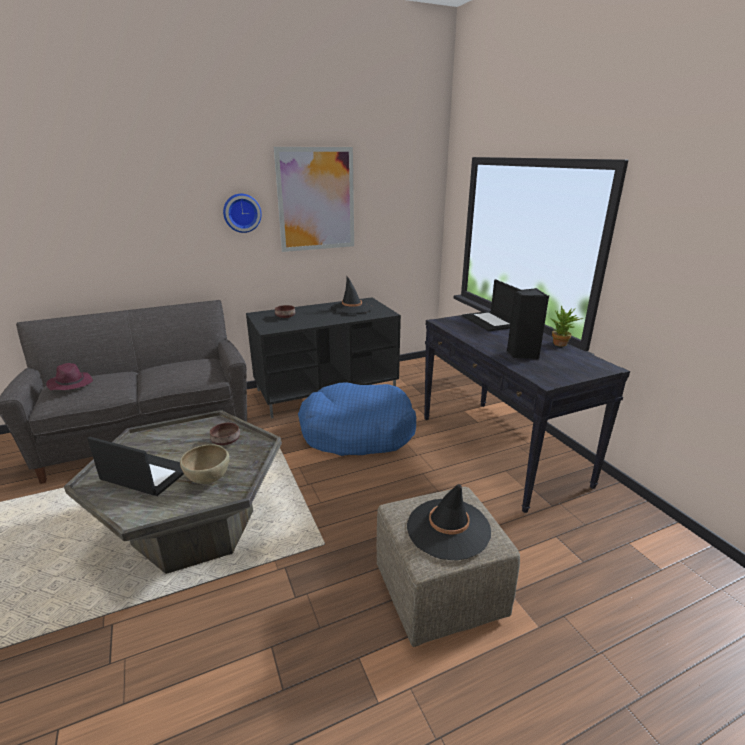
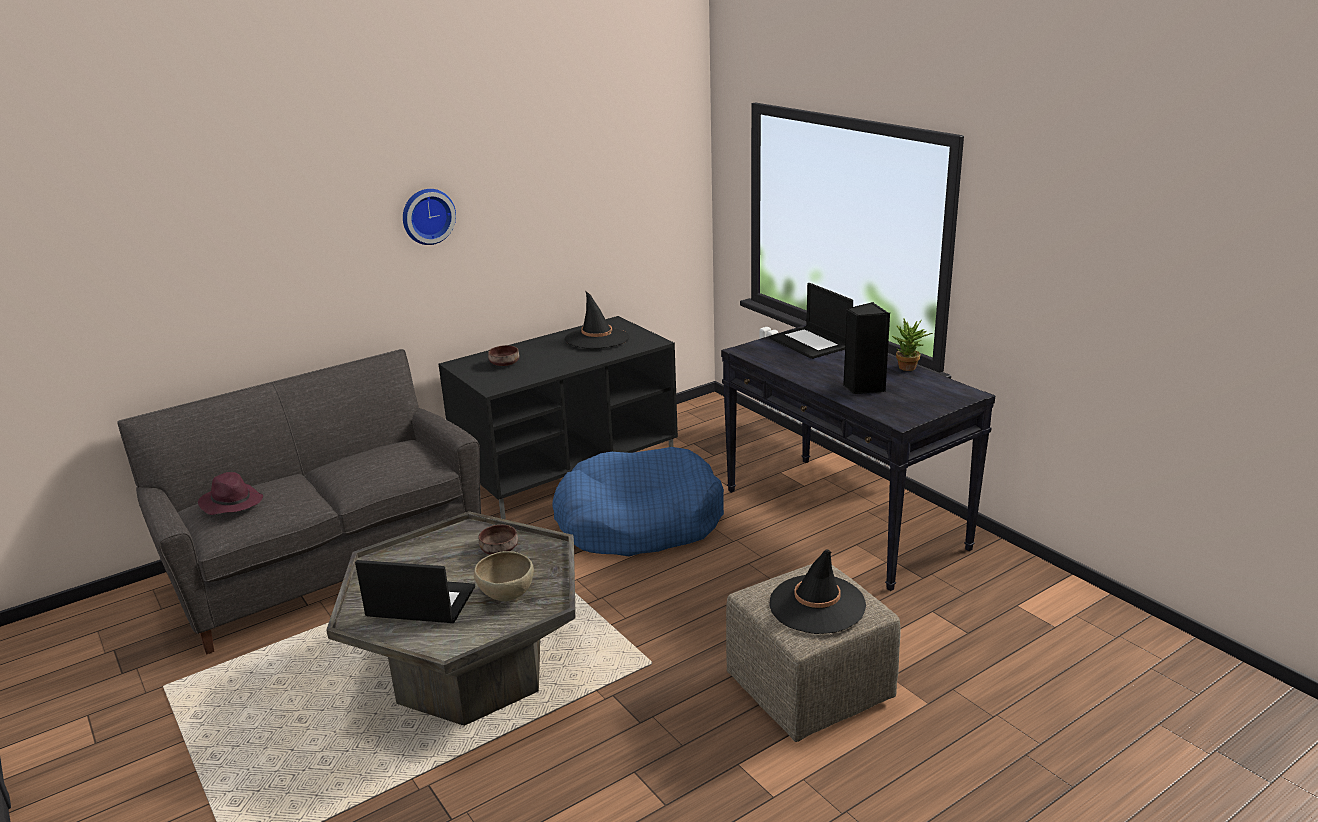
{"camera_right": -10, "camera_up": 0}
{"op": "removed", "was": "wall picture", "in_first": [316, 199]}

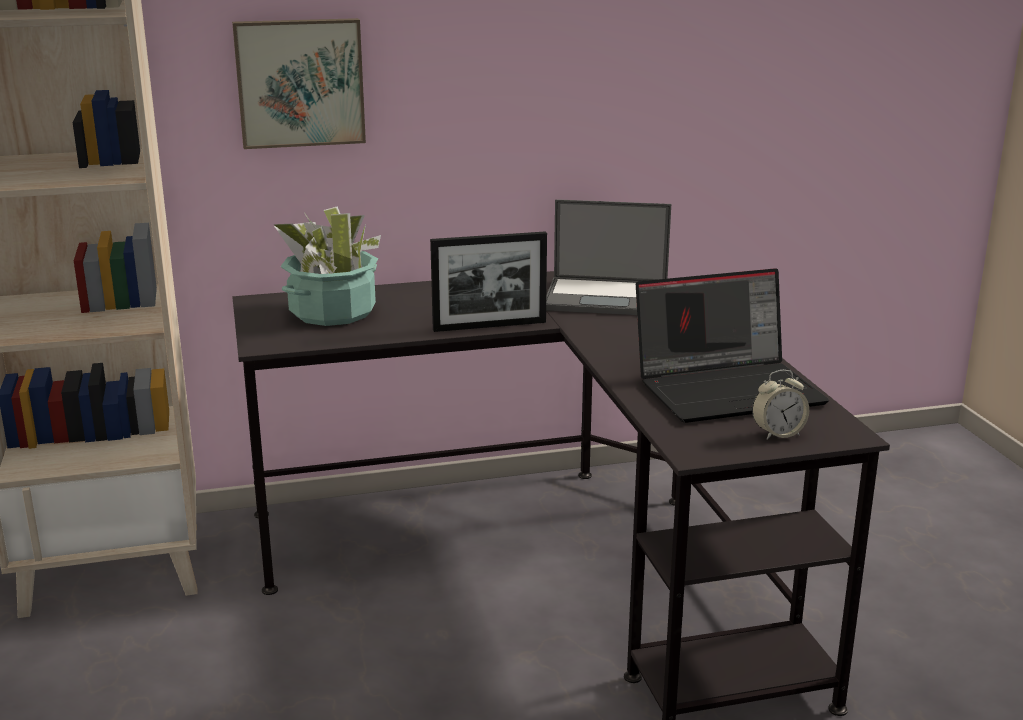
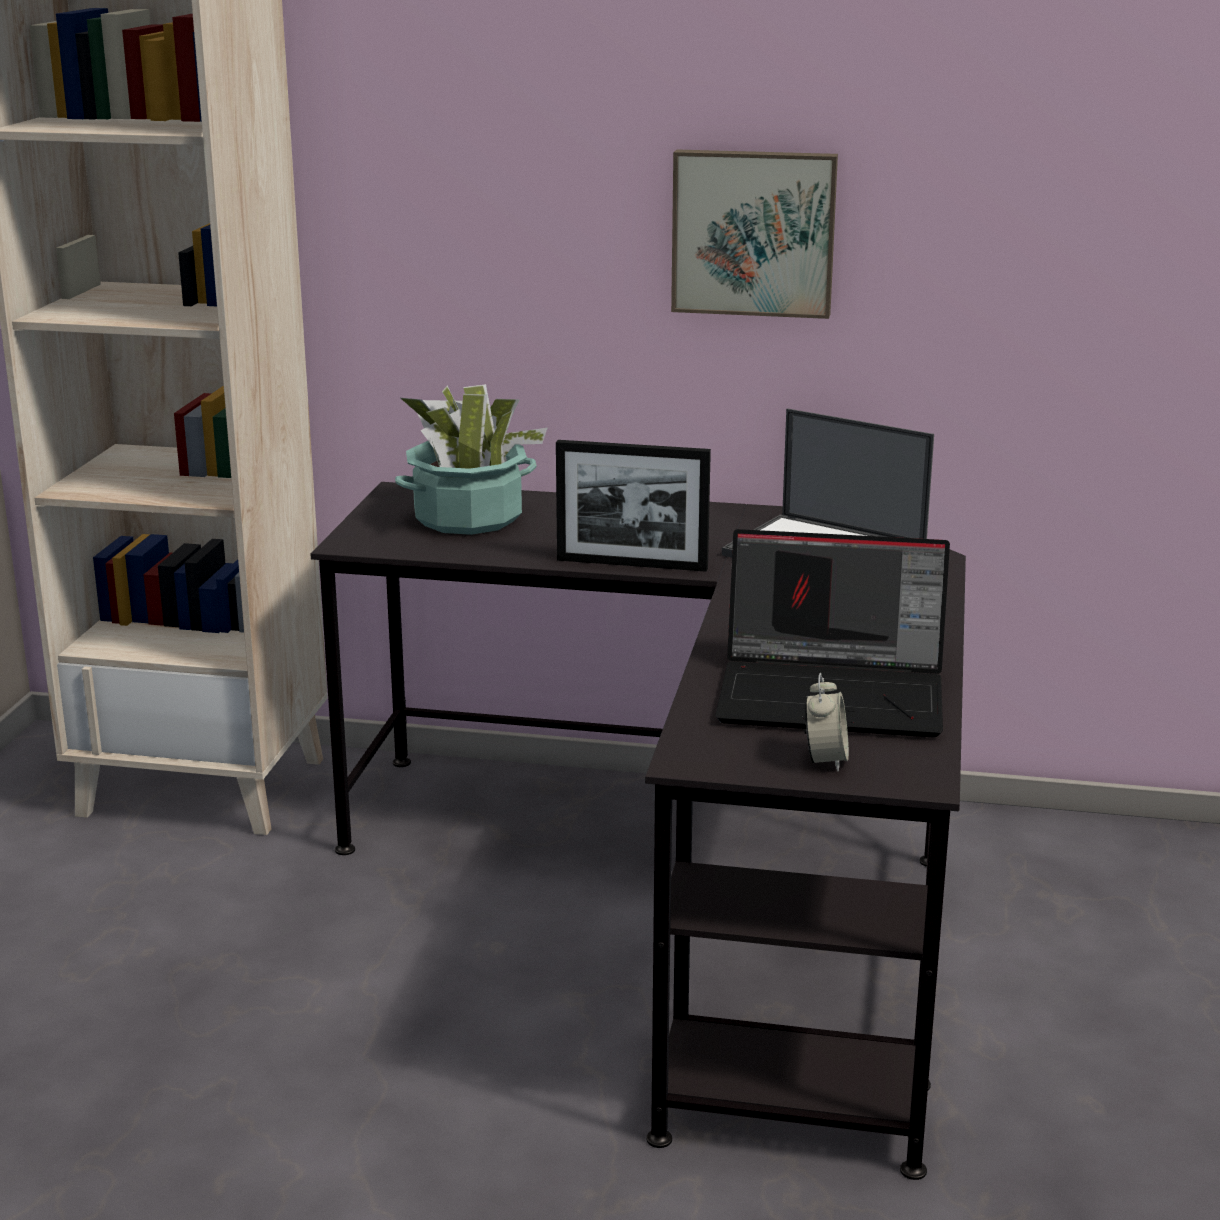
{"camera_right": 25, "camera_up": 0}
{"op": "moved", "was": "wall picture", "in_first": [300, 82], "in_second": [754, 232]}
{"op": "turned", "was": "table clock", "in_first": [778, 434], "in_second": [825, 760], "clockwise": -90}

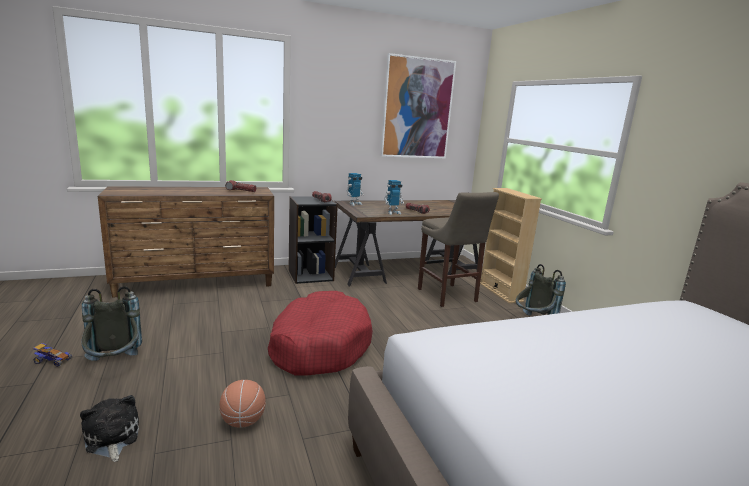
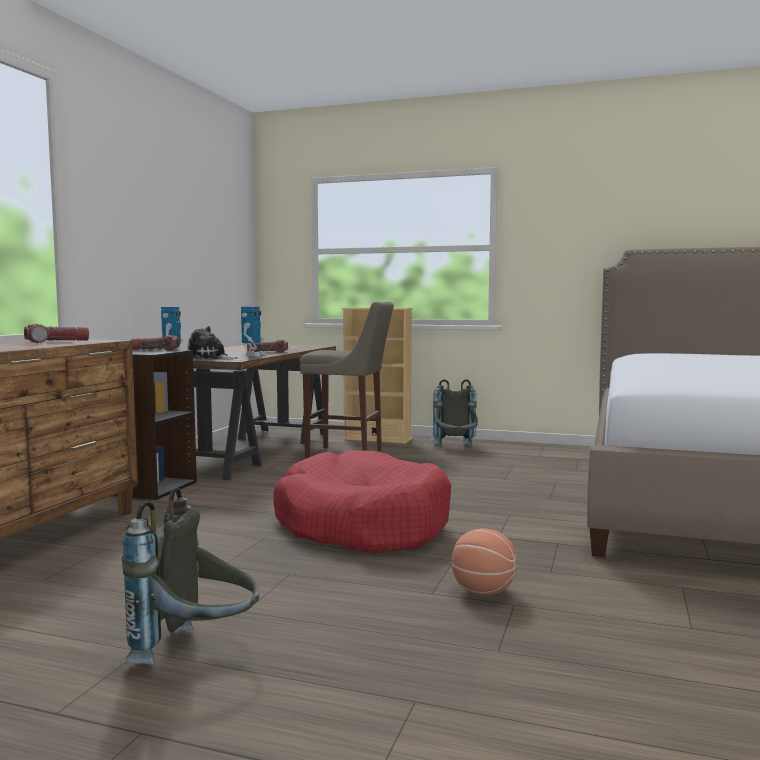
{"camera_right": -50, "camera_up": -10}
{"op": "removed", "was": "miniature car", "in_first": [52, 361]}
{"op": "removed", "was": "wall picture", "in_first": [417, 108]}
{"op": "moved", "was": "plush toy", "in_first": [111, 438], "in_second": [210, 358]}

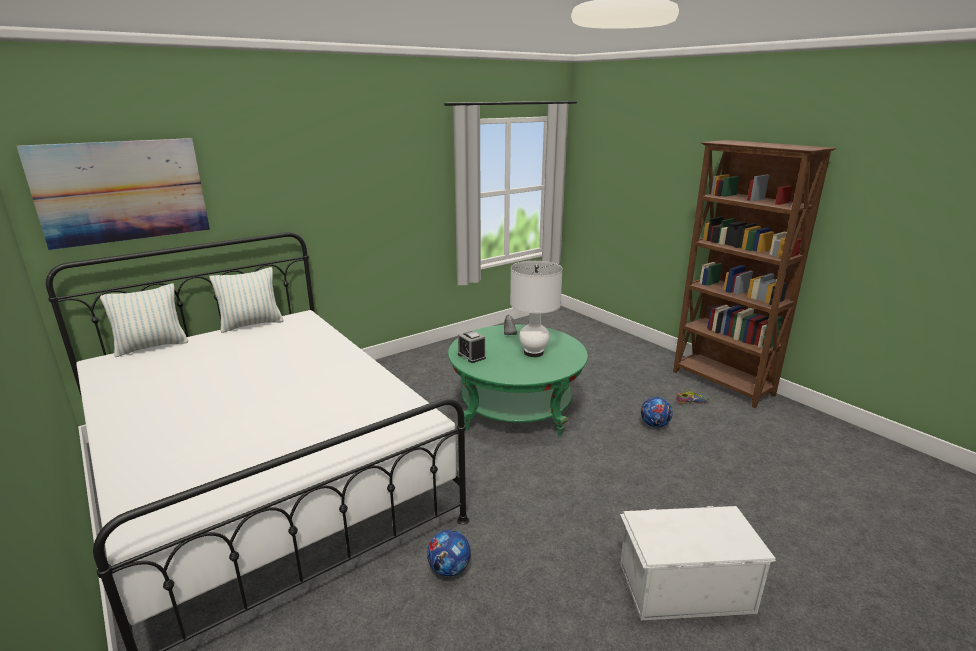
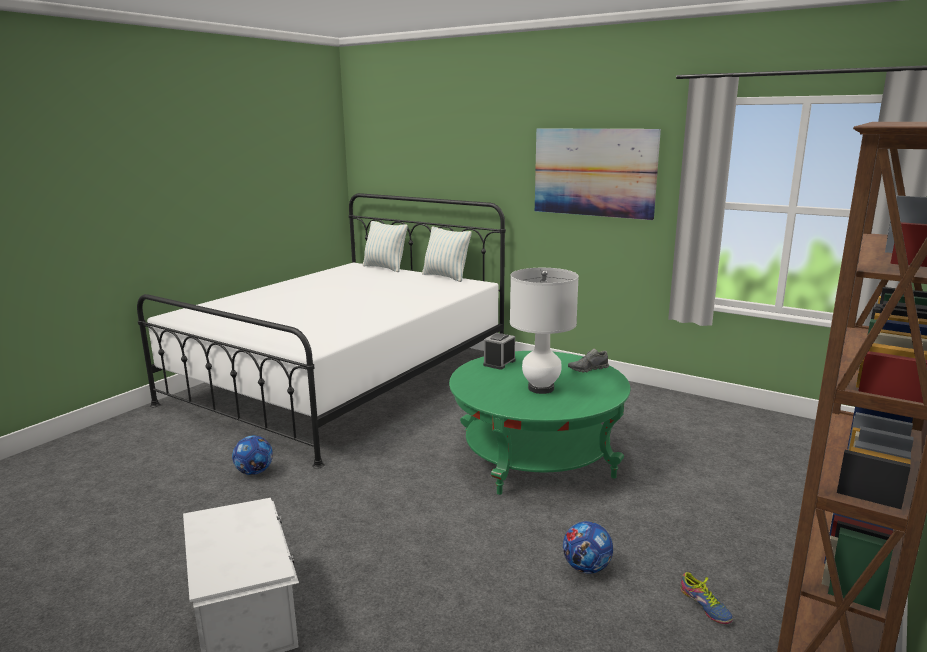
{"camera_right": 70, "camera_up": -5}
{"op": "moved", "was": "wall picture", "in_first": [122, 191], "in_second": [594, 172]}

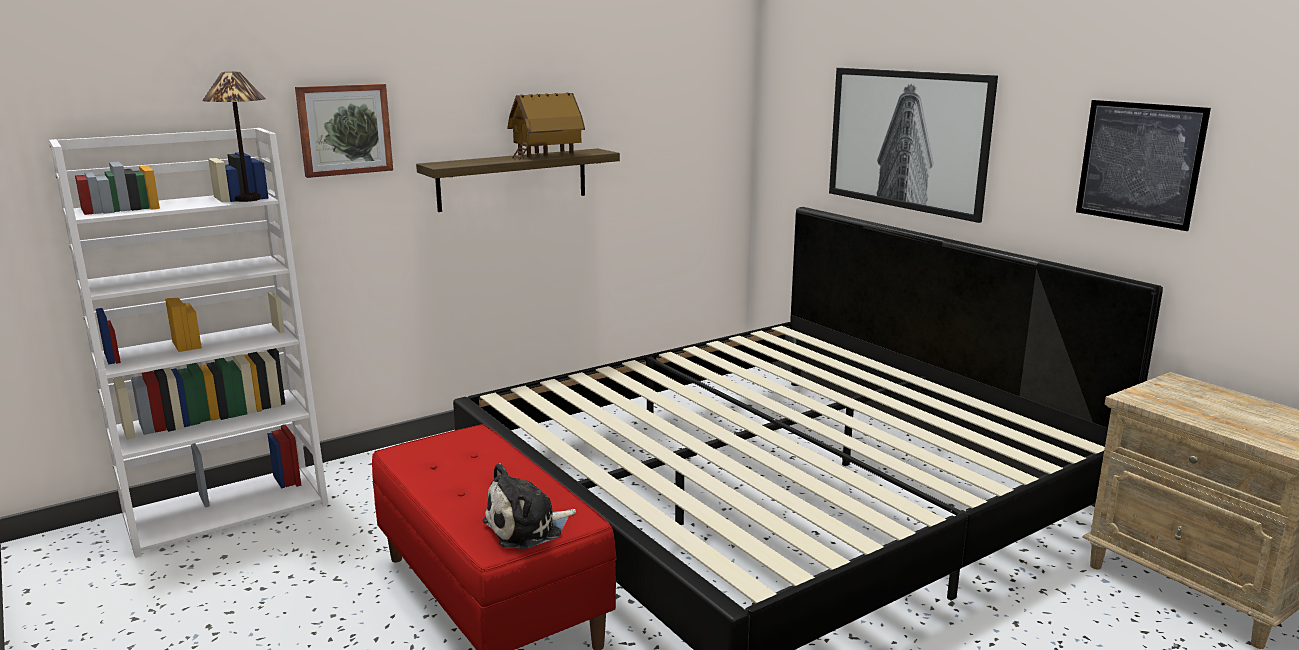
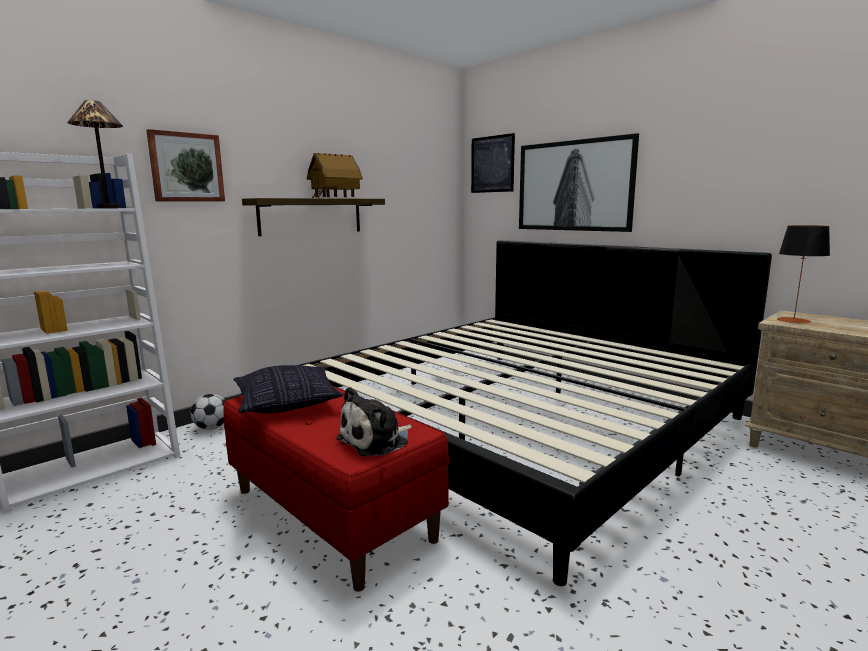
{"camera_right": -10, "camera_up": -5}
{"op": "added", "now": "football", "in_second": [211, 428]}
{"op": "added", "now": "cushion", "in_second": [287, 404]}
{"op": "added", "now": "table lamp", "in_second": [793, 320]}
{"op": "moved", "was": "wall picture", "in_first": [1139, 163], "in_second": [492, 164]}

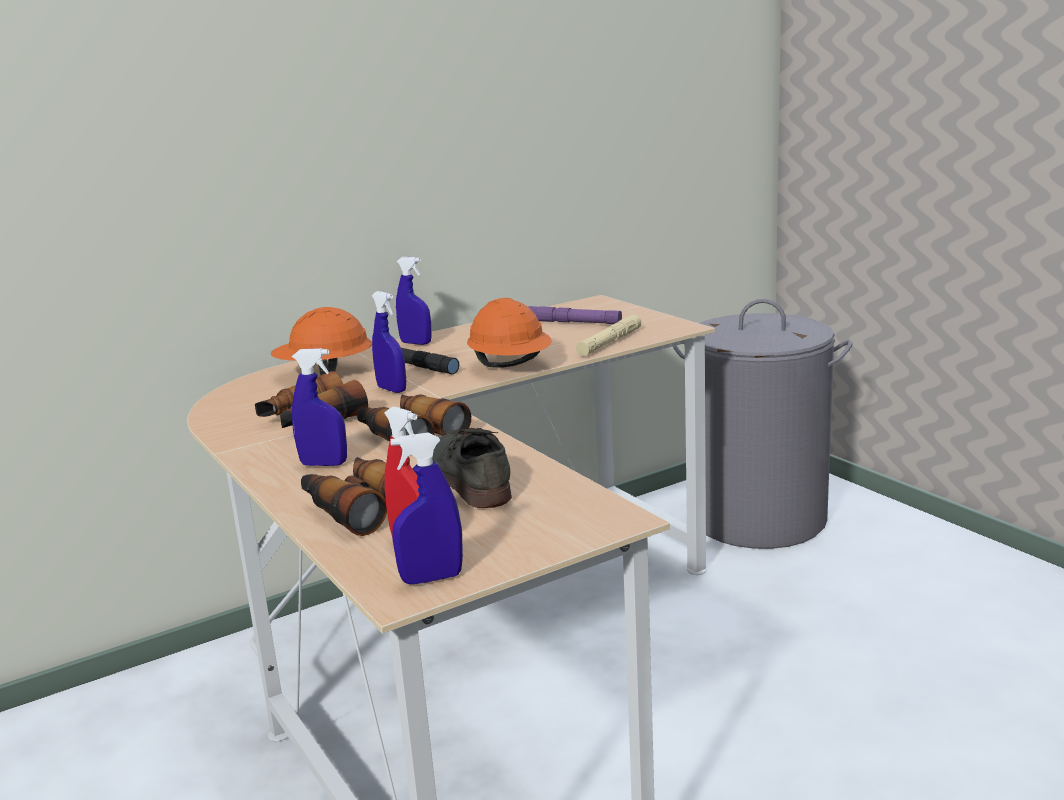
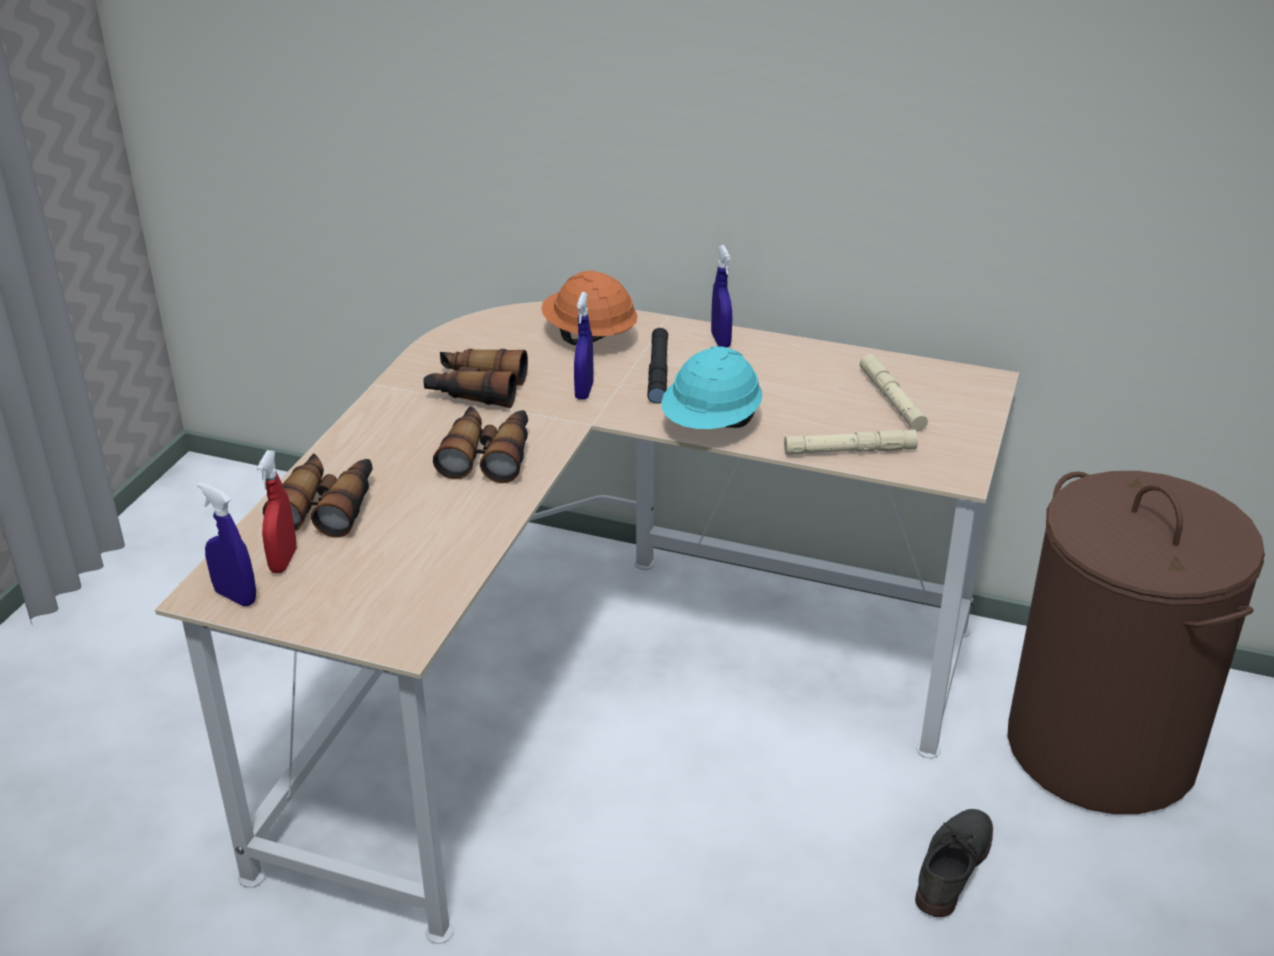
{"camera_right": 50, "camera_up": 15}
{"op": "removed", "was": "hand sprayer in blue", "in_first": [324, 464]}
{"op": "moved", "was": "shoe in grey", "in_first": [467, 478], "in_second": [952, 865]}
{"op": "recoloured", "was": "safety helmet in orange", "now": "safety helmet in blue-green", "in_first": [511, 366], "in_second": [711, 425]}
{"op": "recoloured", "was": "torch in purple", "now": "torch in beige-coloured", "in_first": [574, 322], "in_second": [892, 400]}
{"op": "recoloured", "was": "hamper in grey", "now": "hamper in brownish", "in_first": [757, 519], "in_second": [1099, 747]}

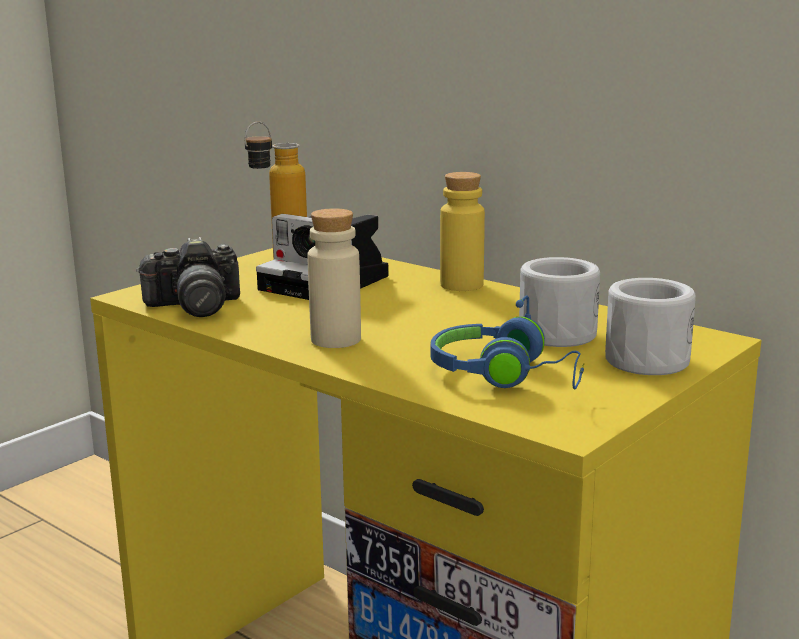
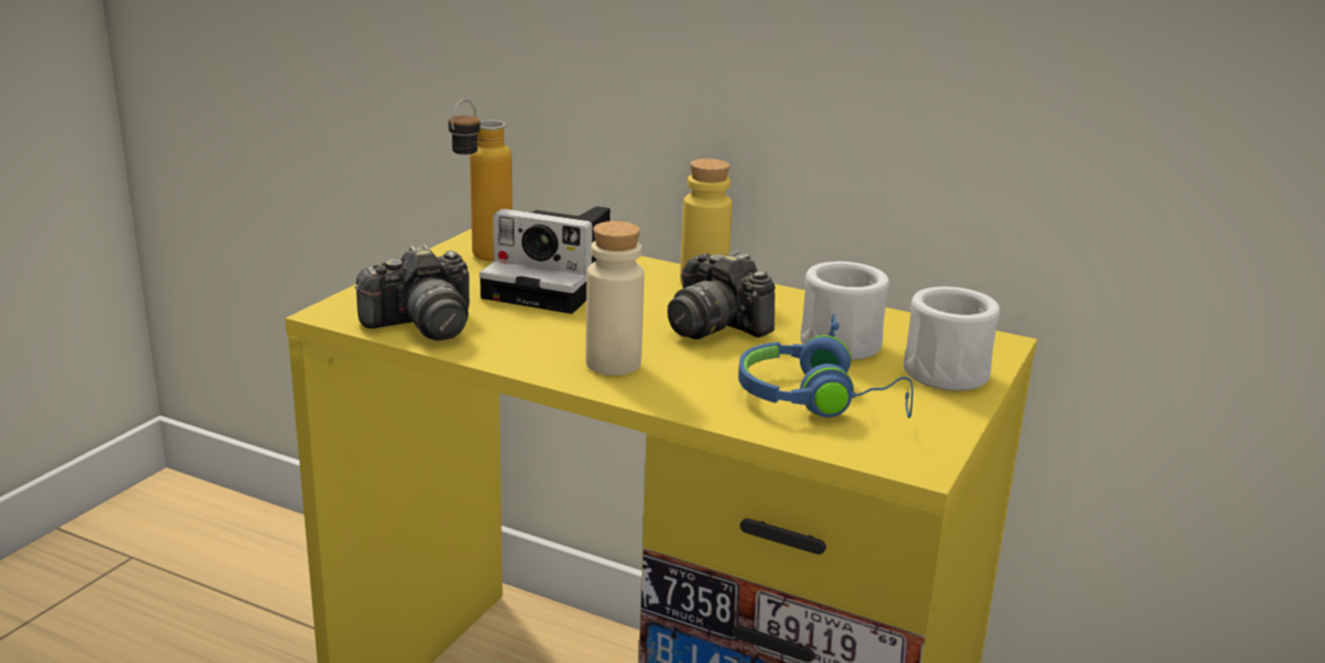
{"camera_right": -15, "camera_up": 5}
{"op": "added", "now": "still camera", "in_second": [715, 325]}

